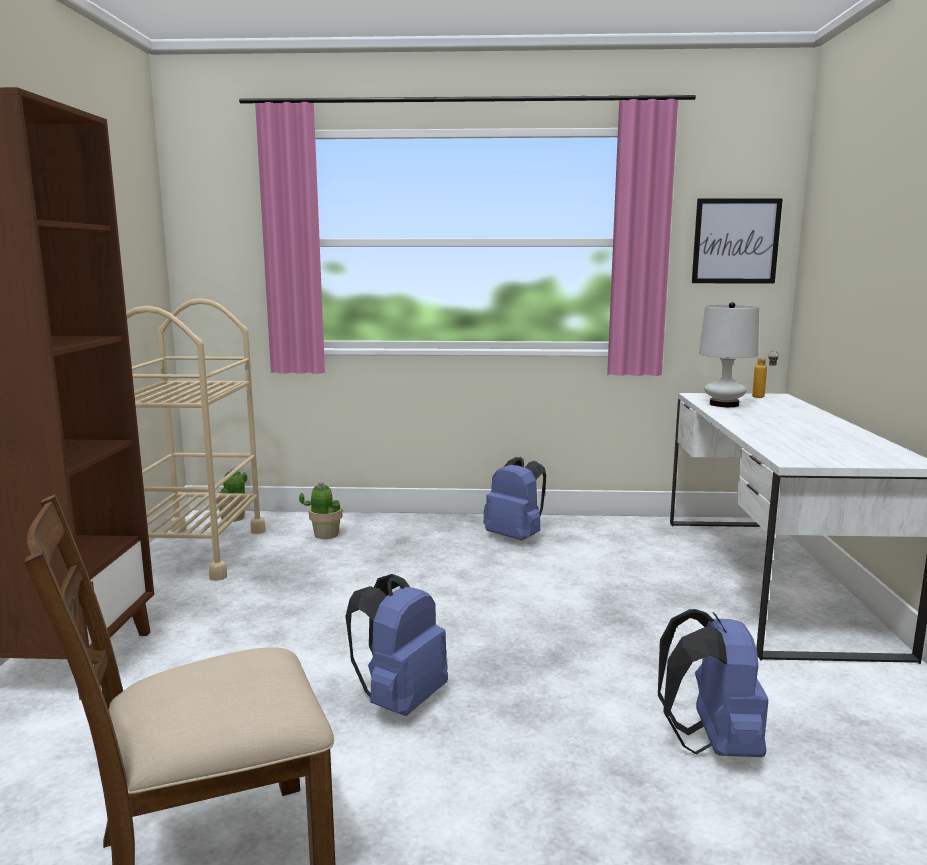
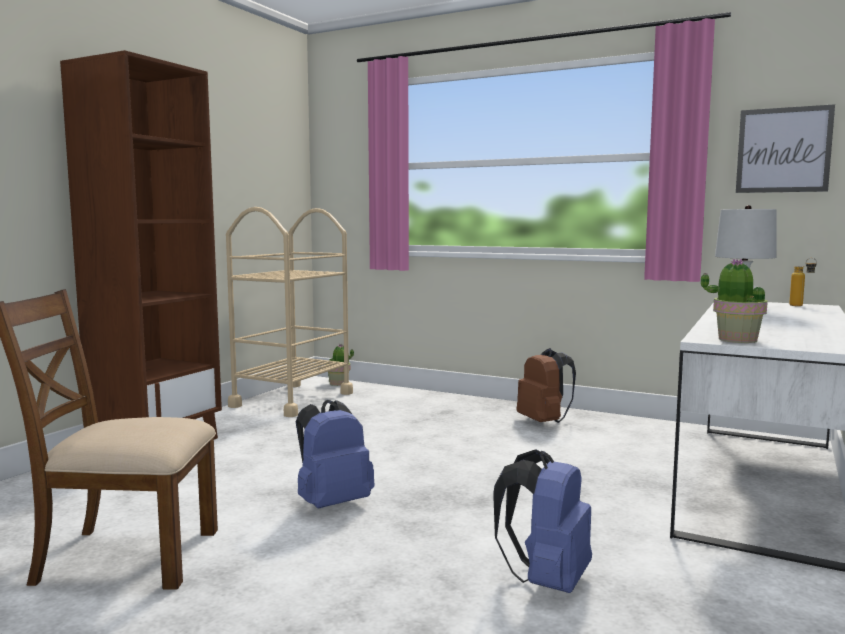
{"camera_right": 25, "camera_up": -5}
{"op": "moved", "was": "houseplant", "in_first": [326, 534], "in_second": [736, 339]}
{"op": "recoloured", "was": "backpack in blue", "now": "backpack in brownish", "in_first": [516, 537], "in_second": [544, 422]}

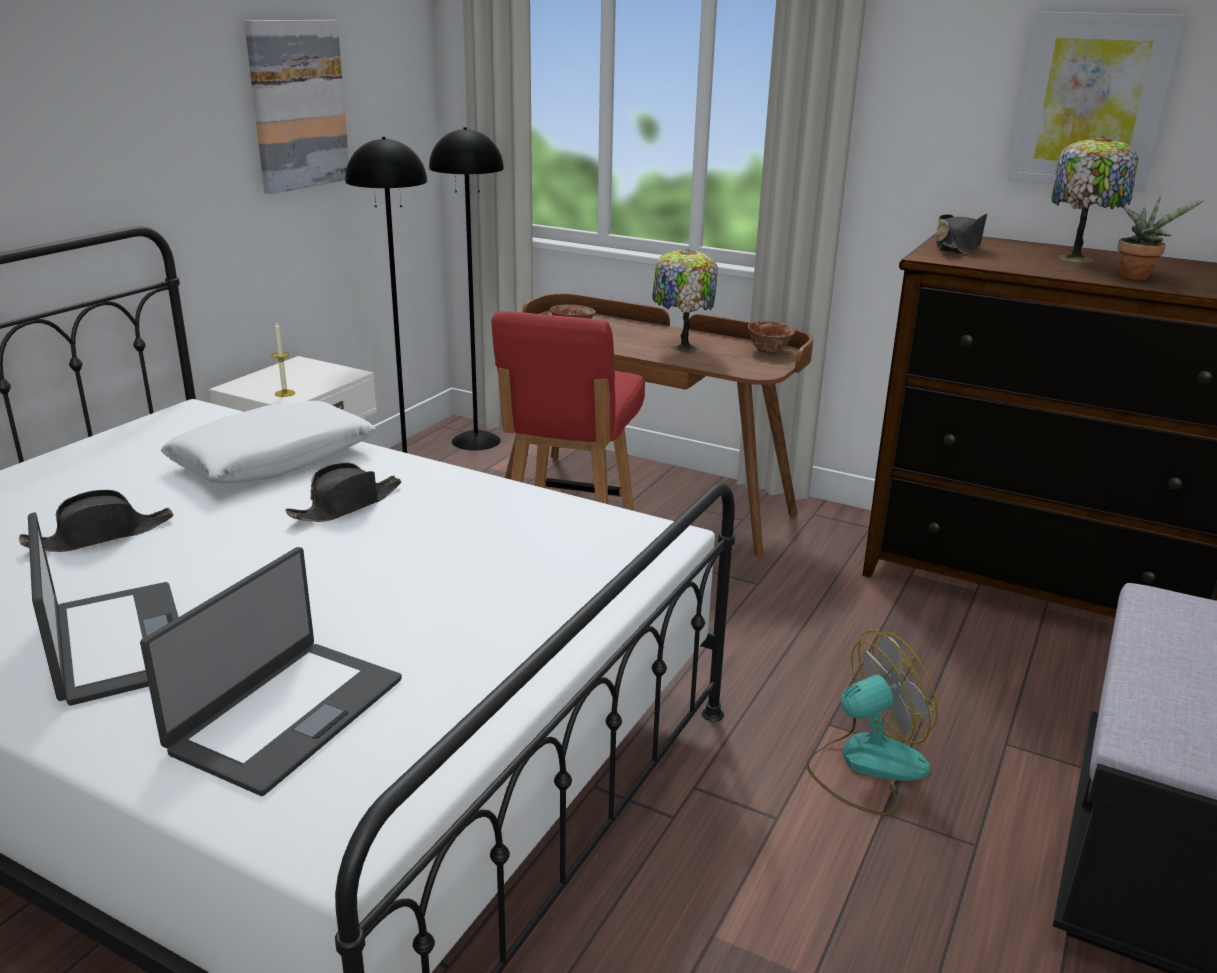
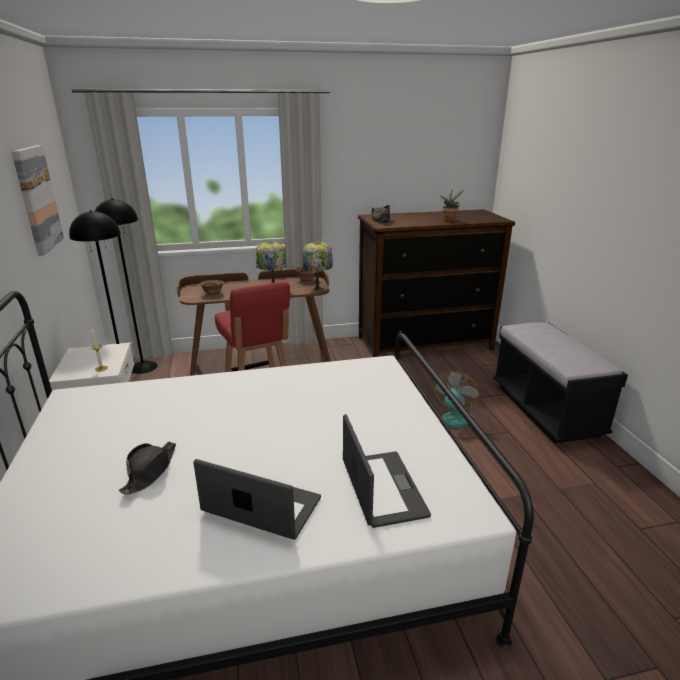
{"camera_right": -40, "camera_up": 0}
{"op": "removed", "was": "cushion in white", "in_first": [273, 460]}
{"op": "removed", "was": "hat in blackish", "in_first": [347, 505]}
{"op": "removed", "was": "wall picture", "in_first": [1091, 101]}
{"op": "moved", "was": "table lamp", "in_first": [1078, 258], "in_second": [318, 288]}

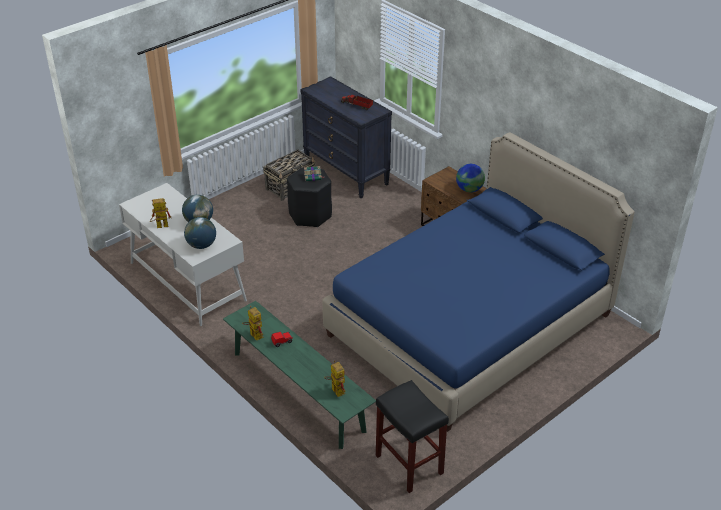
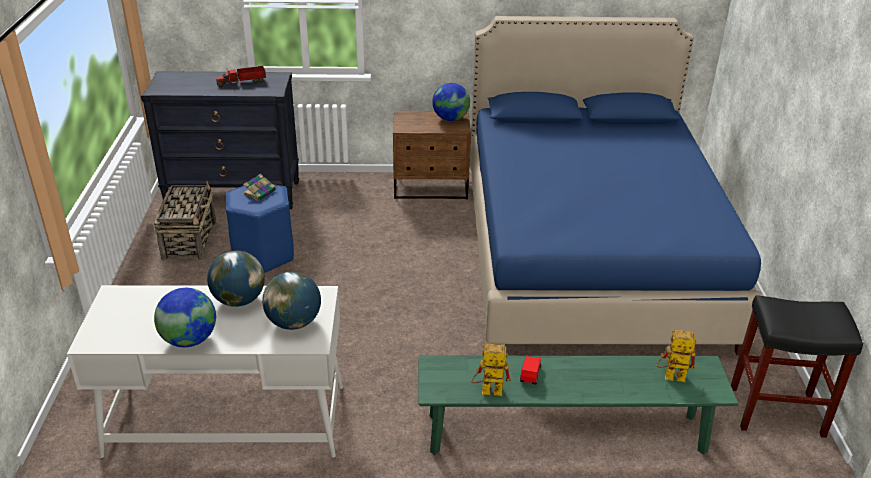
{"camera_right": -50, "camera_up": -5}
{"op": "replaced", "was": "model robot", "now": "globe", "in_first": [159, 226], "in_second": [189, 340]}
{"op": "recoloured", "was": "stool seat in blackish", "now": "stool seat in blue", "in_first": [310, 215], "in_second": [263, 255]}

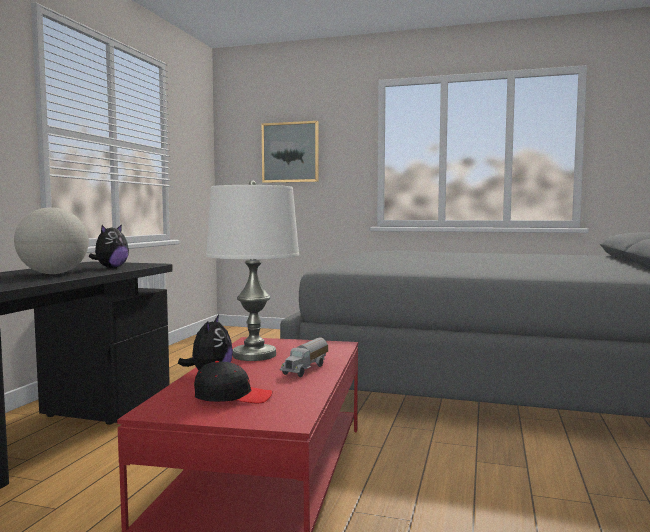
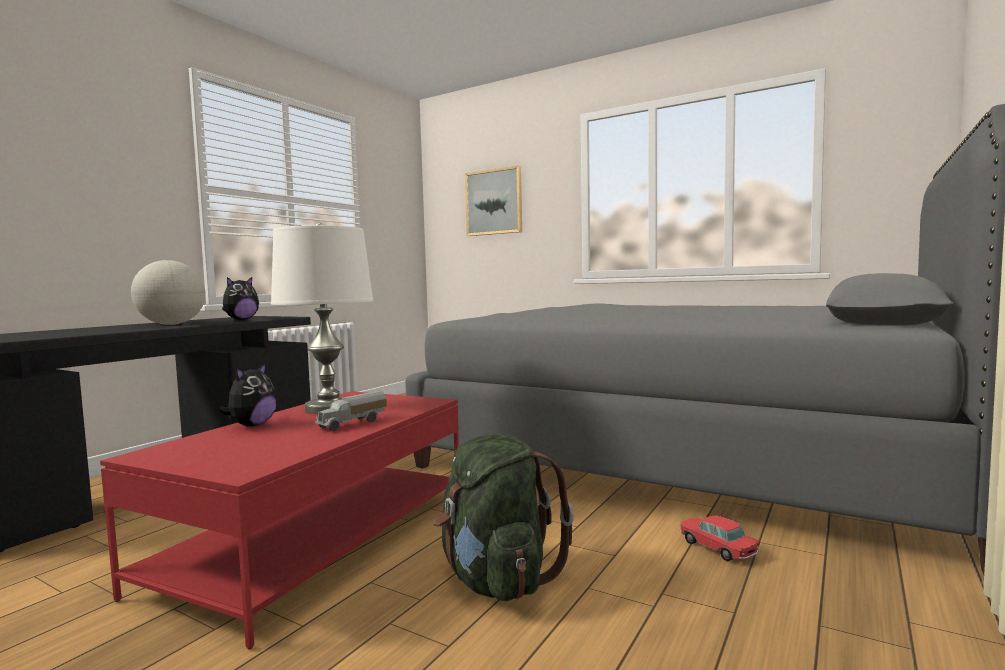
{"camera_right": 15, "camera_up": 0}
{"op": "removed", "was": "cap in blackish", "in_first": [232, 396]}
{"op": "added", "now": "backpack in greenish", "in_second": [497, 580]}
{"op": "added", "now": "miniature car", "in_second": [716, 548]}

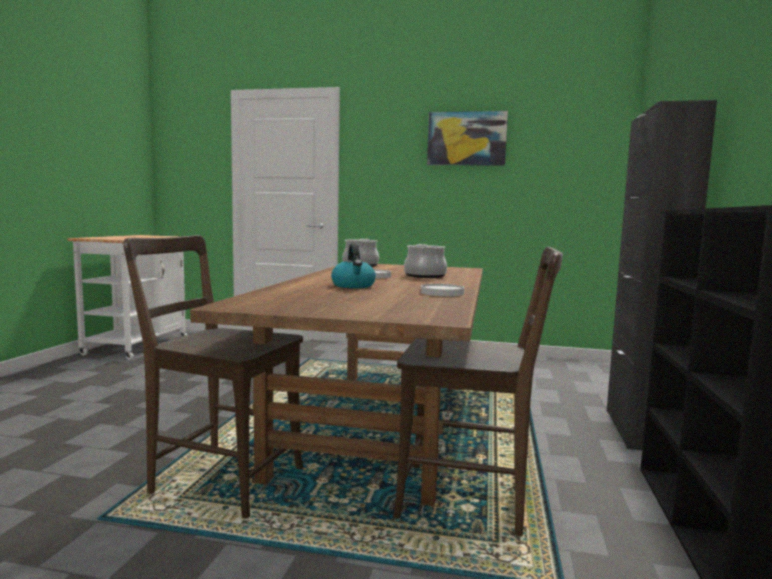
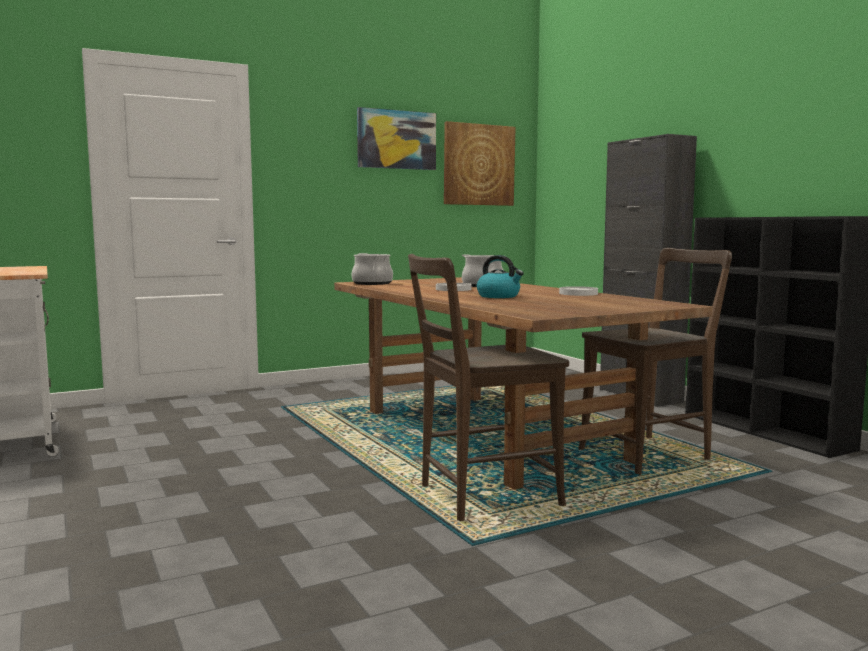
{"camera_right": -40, "camera_up": 0}
{"op": "added", "now": "wall picture", "in_second": [478, 165]}

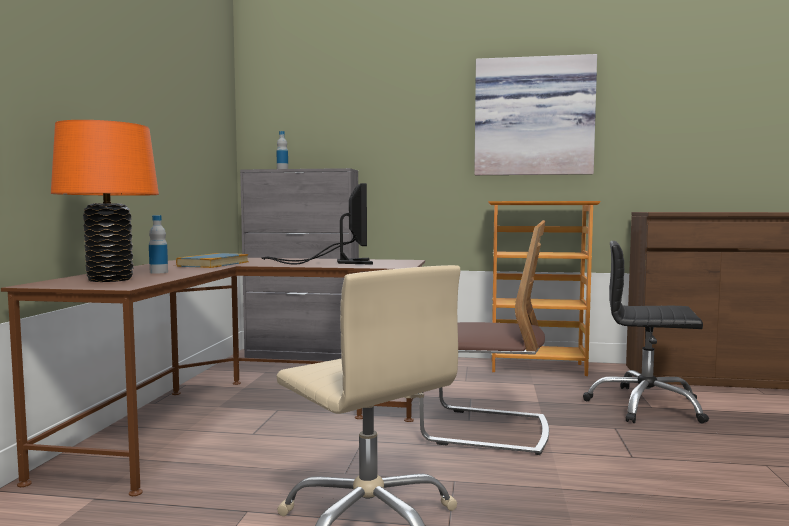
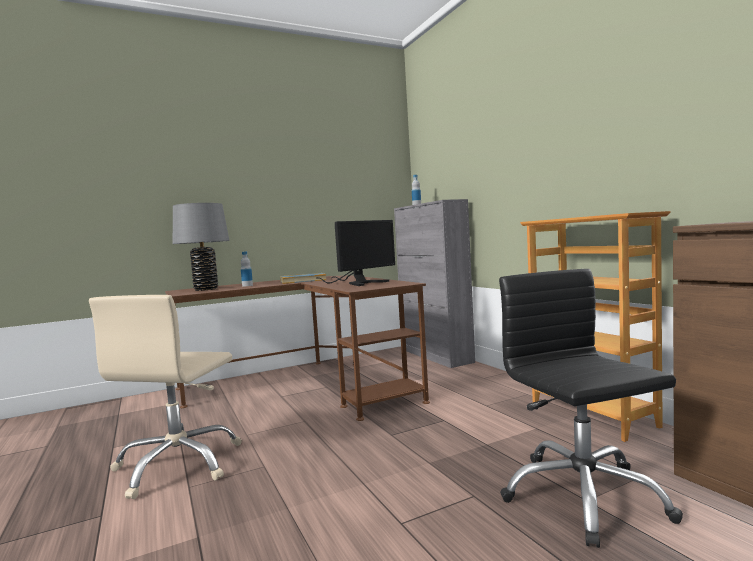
{"camera_right": 55, "camera_up": 0}
{"op": "removed", "was": "upright chair", "in_first": [485, 430]}
{"op": "removed", "was": "wall picture", "in_first": [533, 117]}
{"op": "recoloured", "was": "table lamp in orange", "now": "table lamp in grey", "in_first": [110, 279], "in_second": [206, 289]}

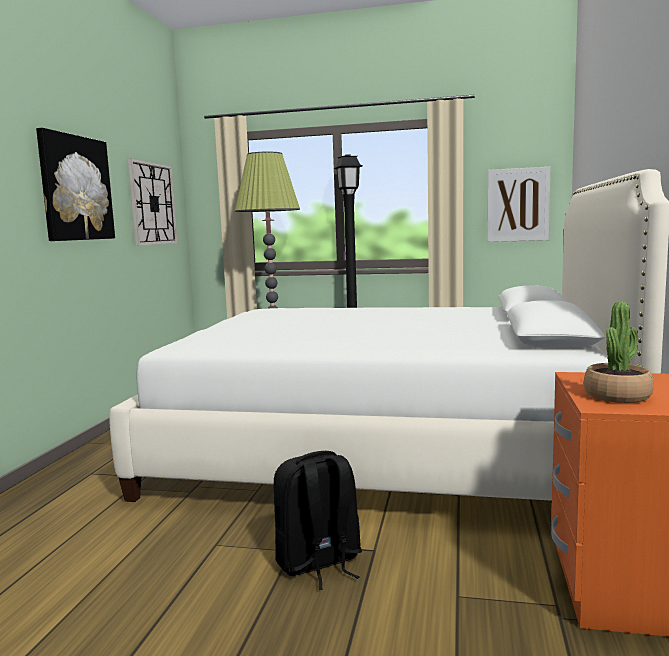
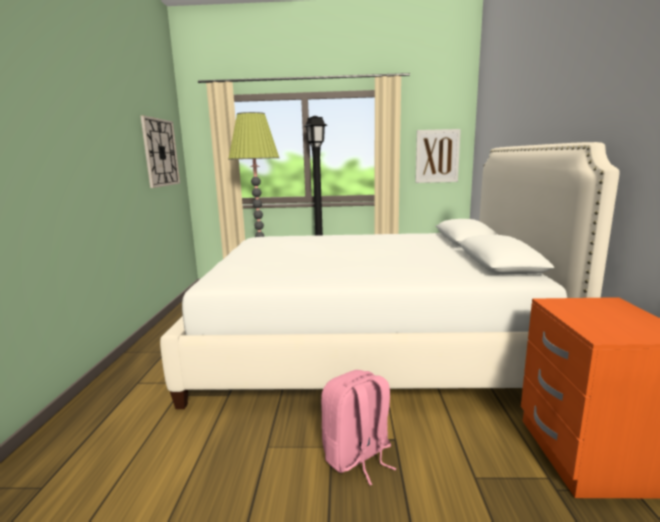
{"camera_right": -10, "camera_up": 5}
{"op": "removed", "was": "wall picture", "in_first": [75, 188]}
{"op": "removed", "was": "houseplant", "in_first": [617, 396]}
{"op": "recoloured", "was": "backpack in blackish", "now": "backpack in pinkish", "in_first": [319, 563], "in_second": [357, 457]}

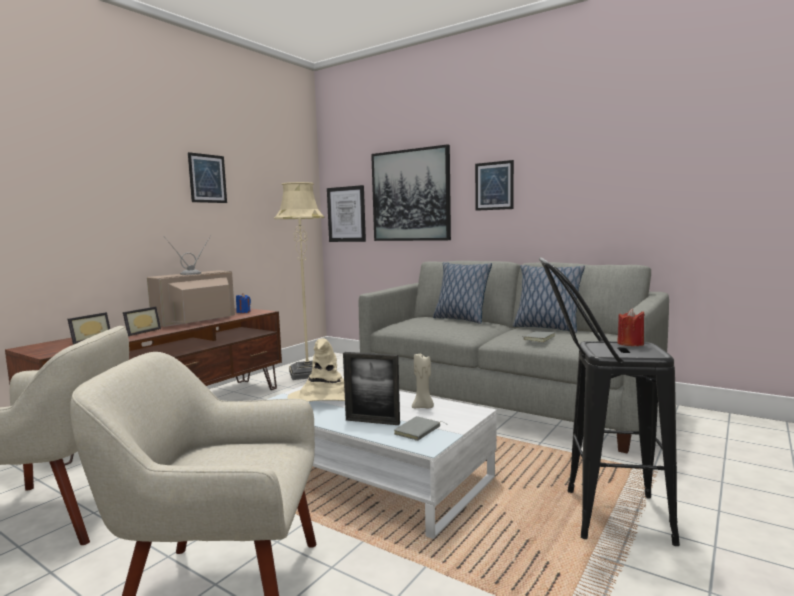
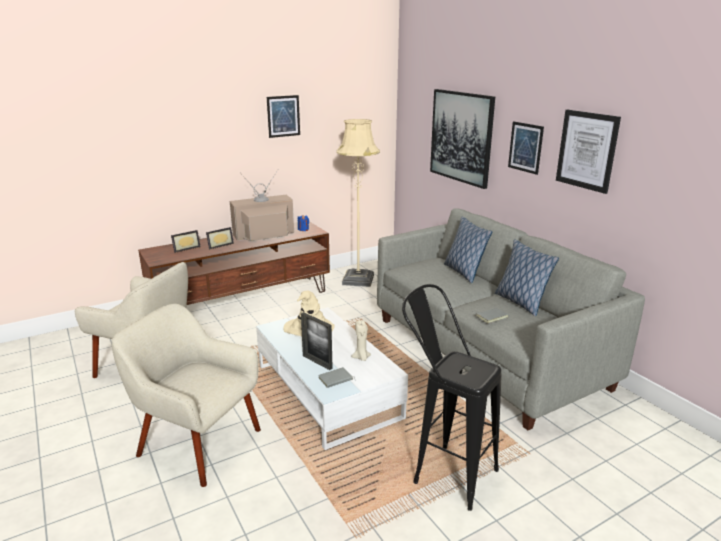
{"camera_right": 25, "camera_up": 15}
{"op": "removed", "was": "wax light in red-coloured", "in_first": [630, 344]}
{"op": "moved", "was": "wall picture", "in_first": [346, 214], "in_second": [587, 150]}

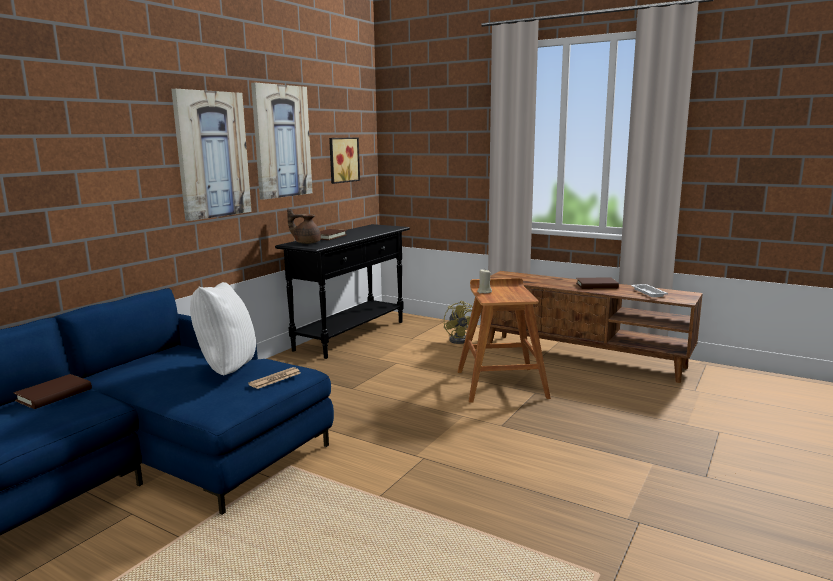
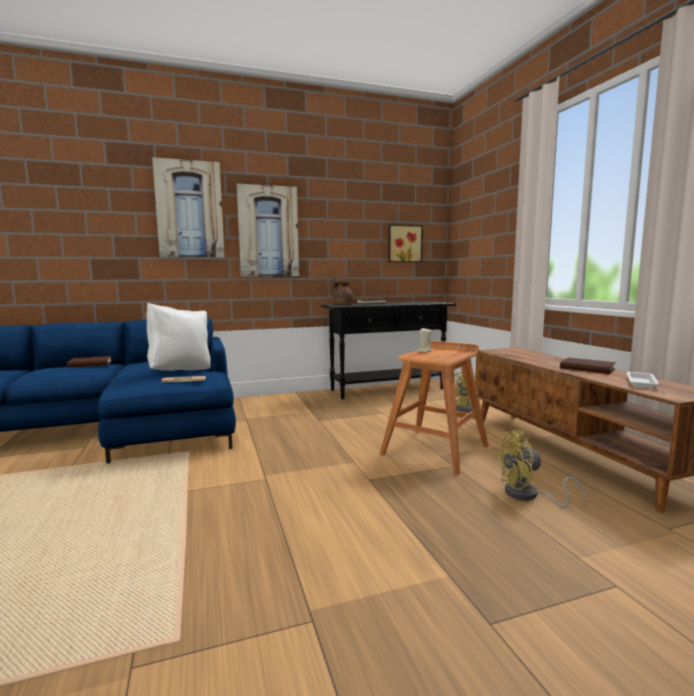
{"camera_right": 40, "camera_up": -5}
{"op": "added", "now": "electric fan in yellowish", "in_second": [528, 496]}
{"op": "moved", "was": "wall picture", "in_first": [281, 141], "in_second": [189, 210]}

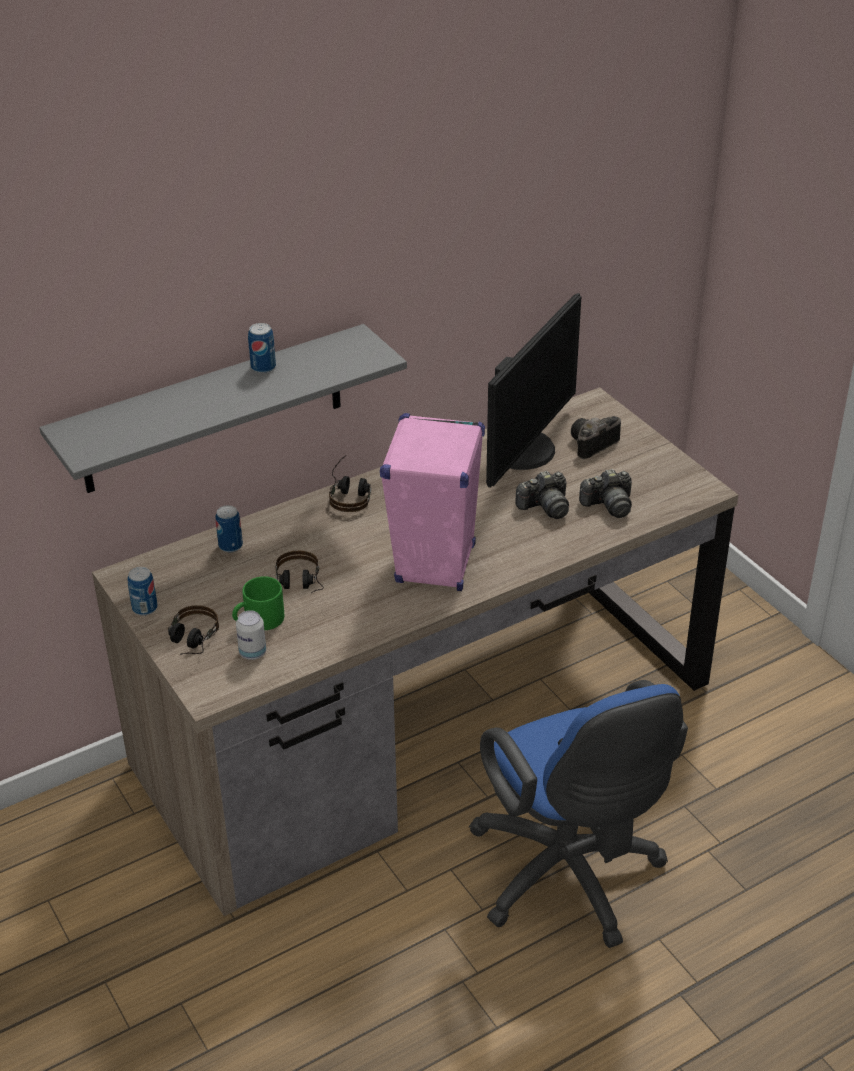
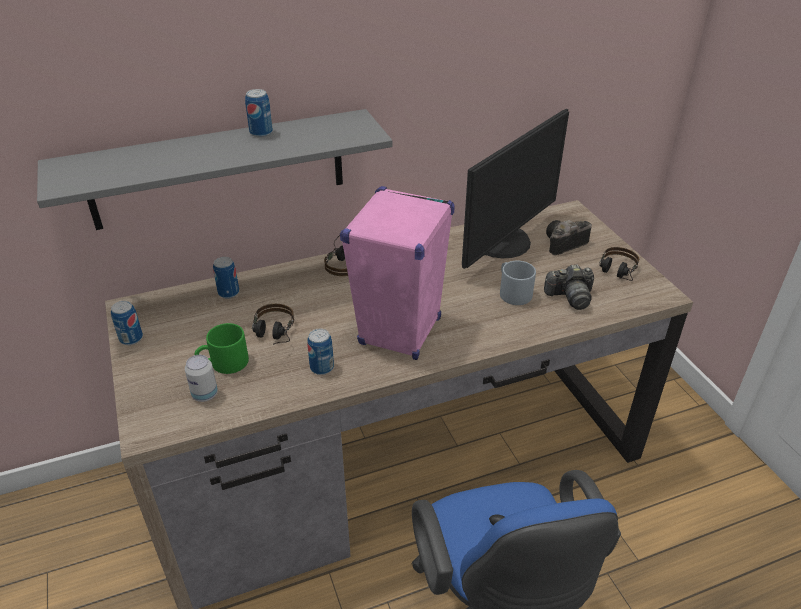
{"camera_right": 10, "camera_up": 0}
{"op": "added", "now": "sealed can", "in_second": [322, 367]}
{"op": "moved", "was": "pair of headphones", "in_first": [190, 643], "in_second": [616, 274]}
{"op": "replaced", "was": "still camera", "now": "coffee mug in grey", "in_first": [545, 507], "in_second": [512, 292]}

